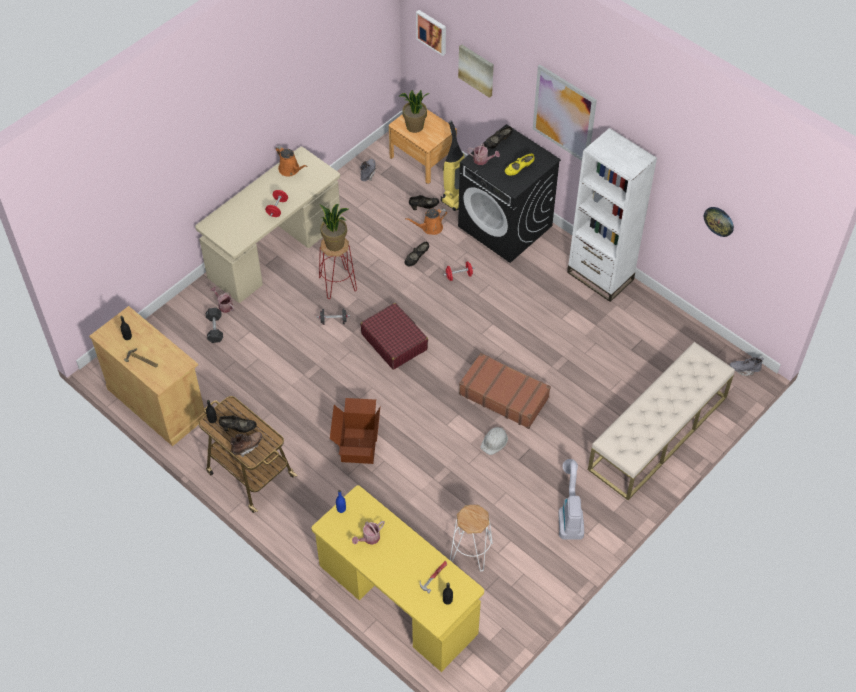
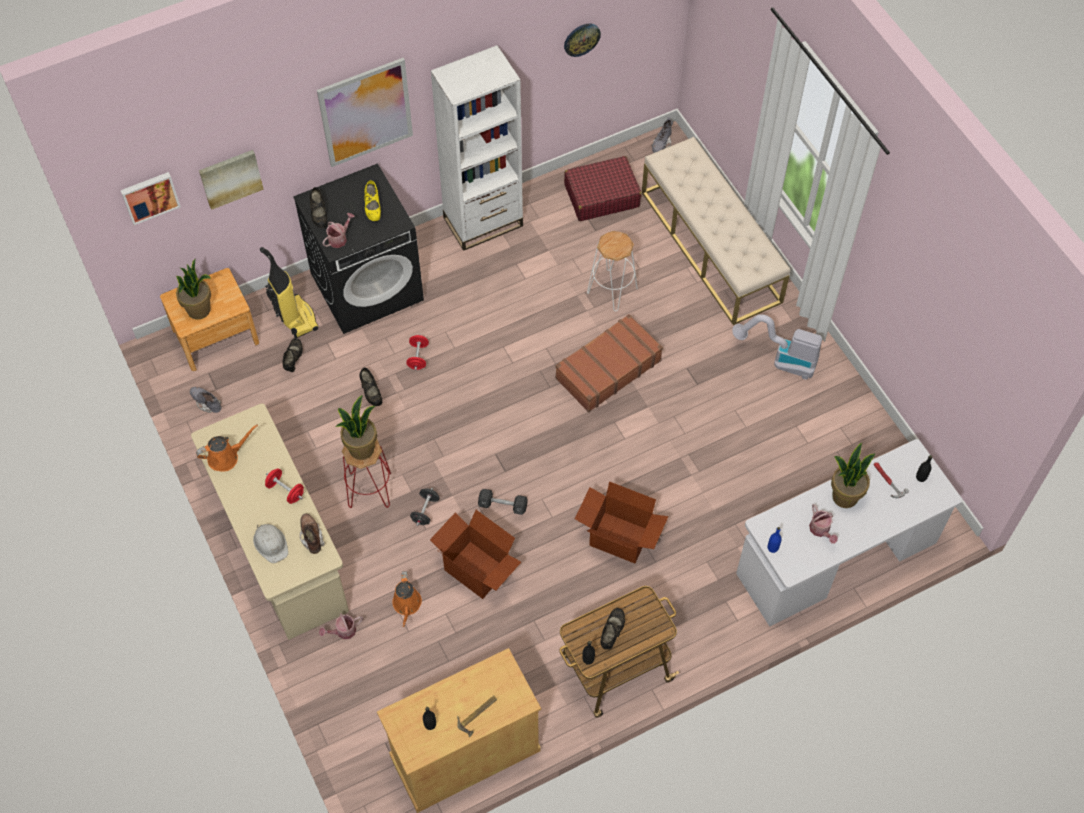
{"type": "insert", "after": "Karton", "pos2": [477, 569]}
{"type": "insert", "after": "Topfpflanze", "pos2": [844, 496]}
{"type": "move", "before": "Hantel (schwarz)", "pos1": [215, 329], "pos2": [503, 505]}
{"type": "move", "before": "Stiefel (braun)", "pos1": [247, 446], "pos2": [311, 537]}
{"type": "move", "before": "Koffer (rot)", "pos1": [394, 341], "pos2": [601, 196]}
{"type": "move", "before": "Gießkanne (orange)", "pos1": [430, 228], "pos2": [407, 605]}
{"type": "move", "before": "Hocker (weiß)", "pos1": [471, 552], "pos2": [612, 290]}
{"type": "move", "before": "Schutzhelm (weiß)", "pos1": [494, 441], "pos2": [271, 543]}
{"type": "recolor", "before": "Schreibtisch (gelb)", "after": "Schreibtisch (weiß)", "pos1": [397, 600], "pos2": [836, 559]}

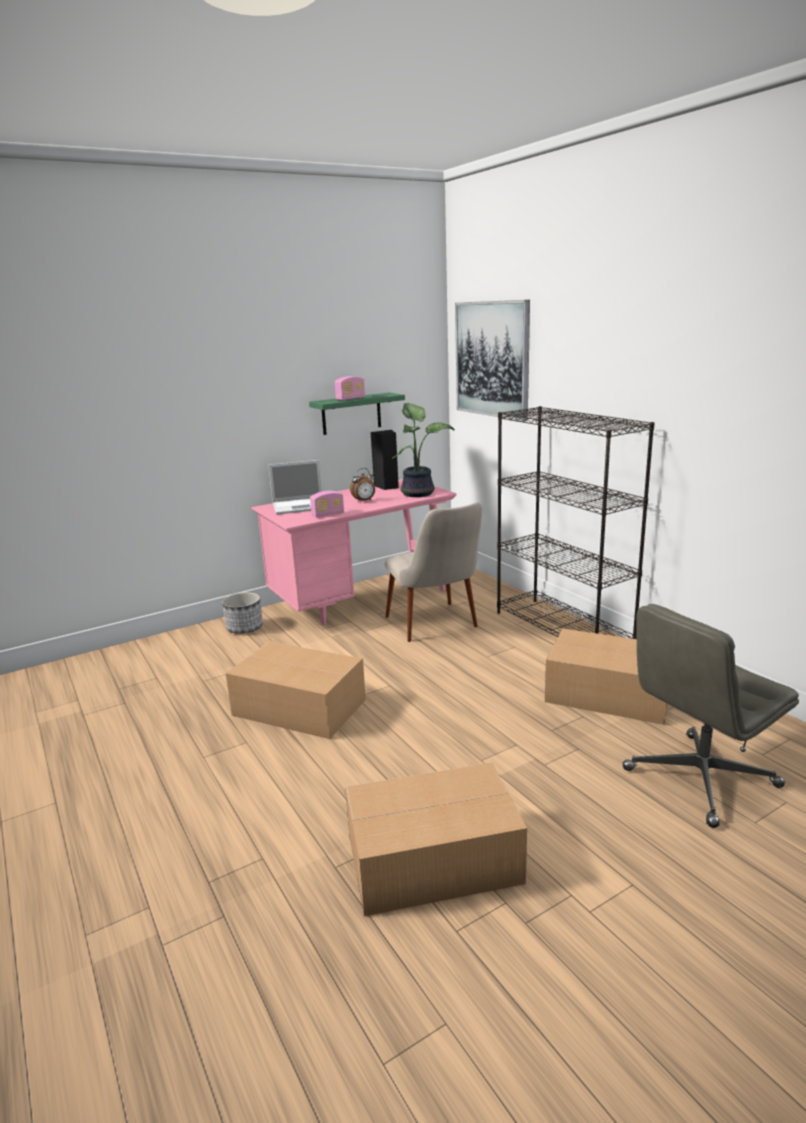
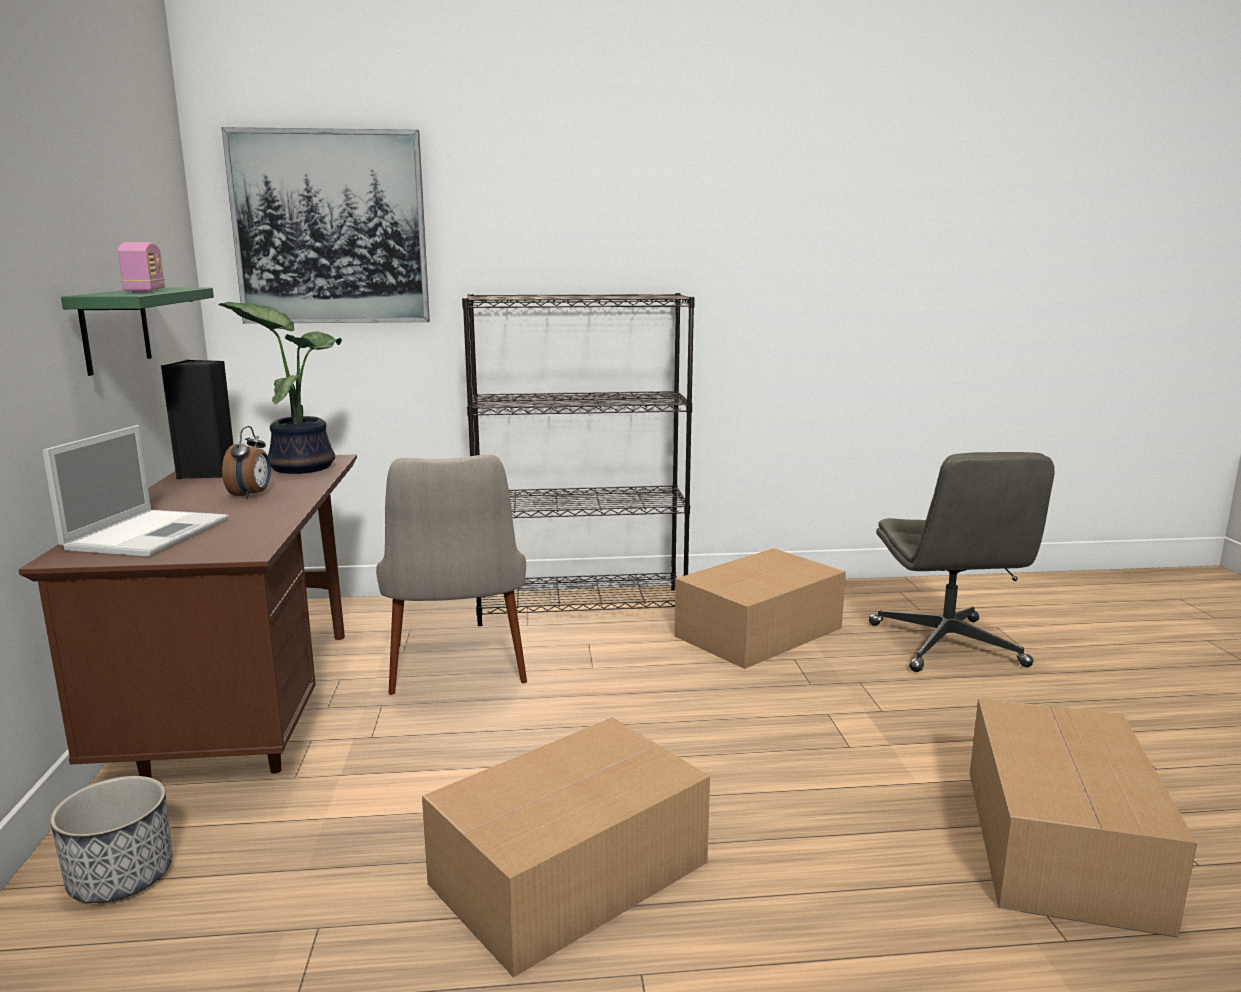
{"type": "delete", "before": "Radio", "pos1": [328, 514]}
{"type": "recolor", "before": "Schreibtisch (rosa)", "after": "Schreibtisch (braun)", "pos1": [361, 600], "pos2": [249, 709]}
{"type": "rotate", "before": "Stuhl (beige)", "pos1": [437, 628], "pos2": [458, 676], "turn": 75}

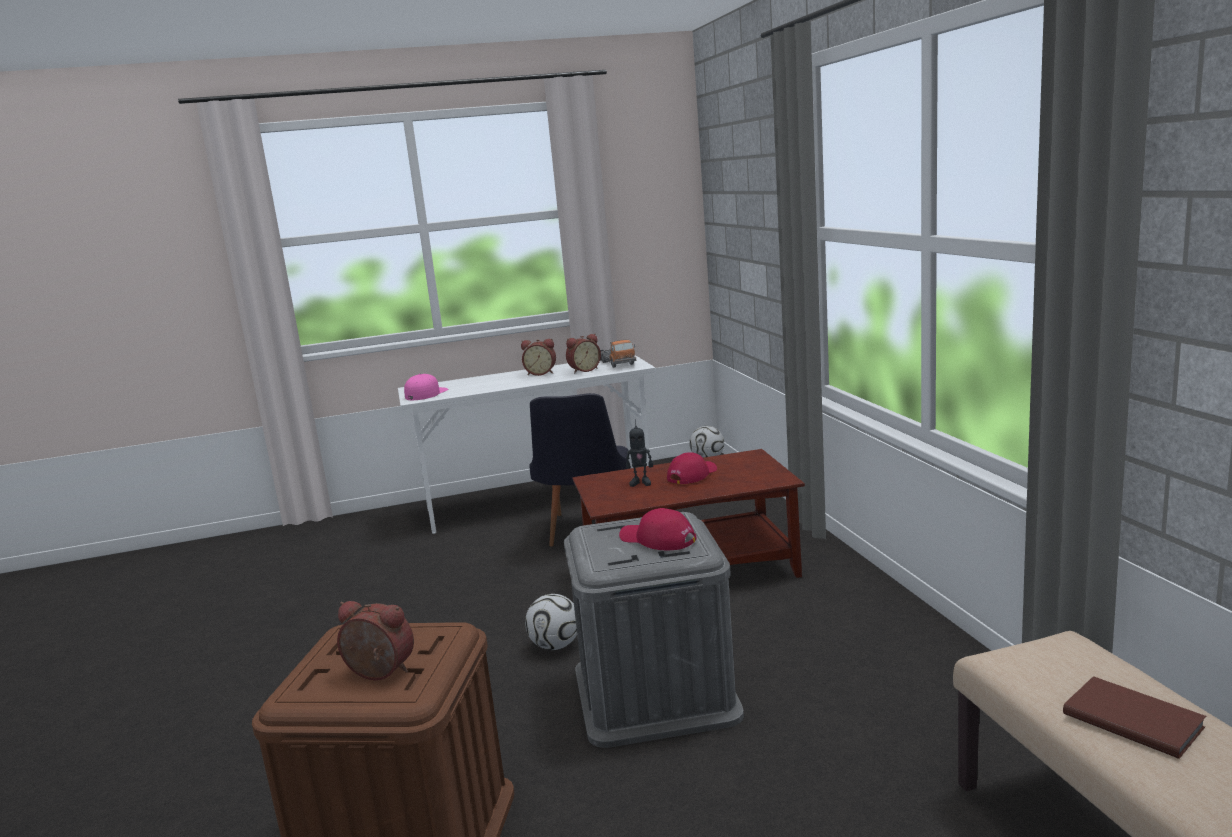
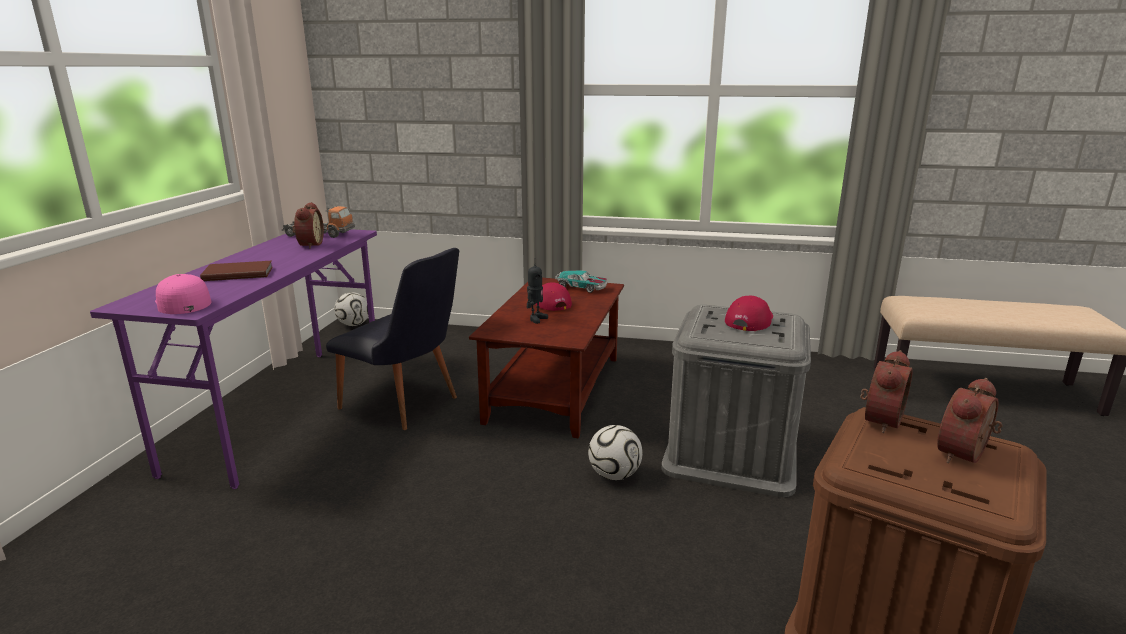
{"type": "insert", "after": "Spielzeugauto", "pos2": [581, 287]}
{"type": "move", "before": "Wecker", "pos1": [541, 373], "pos2": [878, 420]}
{"type": "move", "before": "Buch (braun)", "pos1": [1132, 719], "pos2": [237, 273]}
{"type": "recolor", "before": "Schreibtisch (weiß)", "after": "Schreibtisch (lila)", "pos1": [540, 501], "pos2": [284, 409]}
{"type": "rotate", "before": "Kappe (rot)", "pos1": [657, 539], "pos2": [750, 320], "turn": 150}

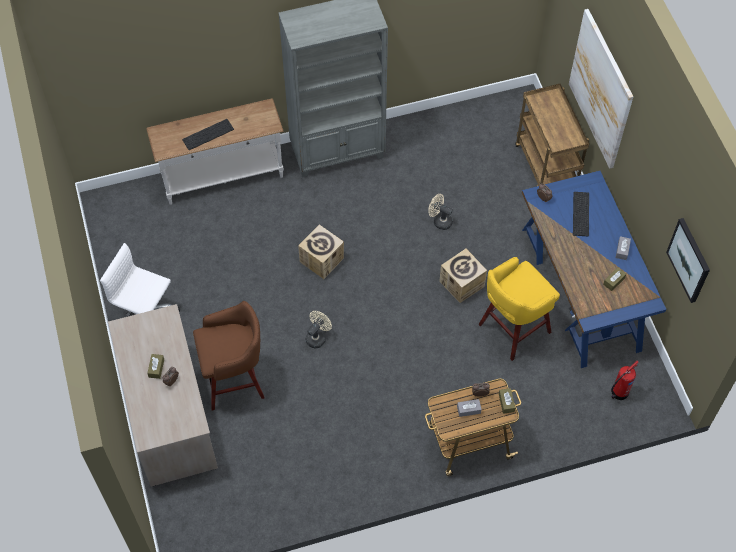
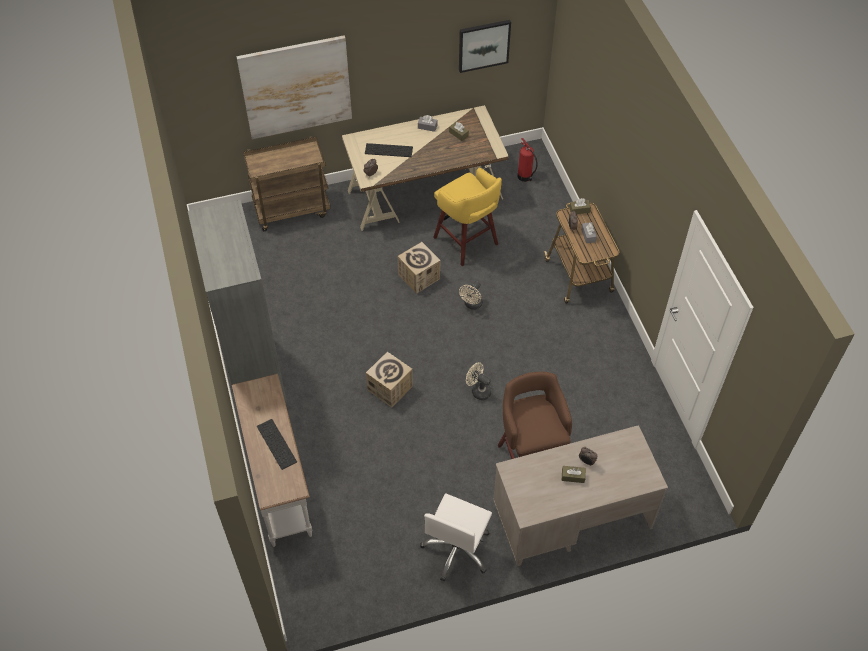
{"type": "move", "before": "Ventilator (beige)", "pos1": [439, 221], "pos2": [472, 305]}
{"type": "recolor", "before": "Schreibtisch (blau)", "after": "Schreibtisch (beige)", "pos1": [581, 289], "pos2": [425, 194]}

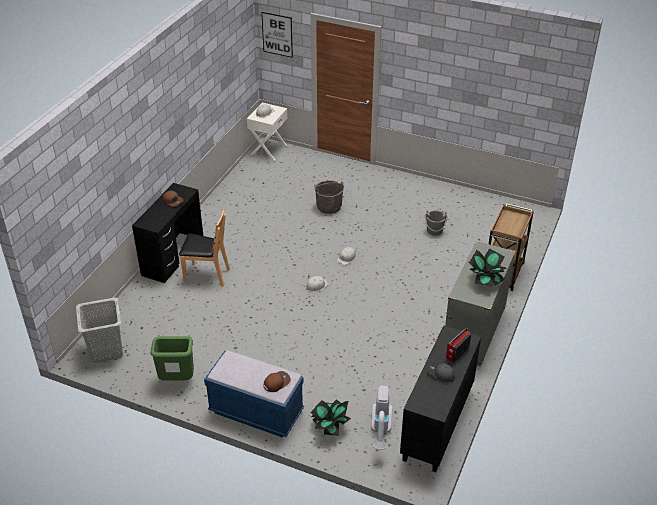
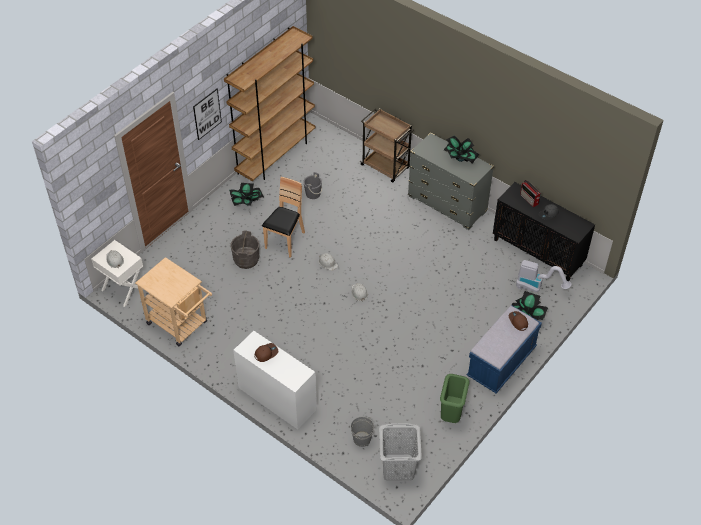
{"type": "insert", "after": "Rollwagen (beige)", "pos2": [181, 325]}
{"type": "insert", "after": "Bücherregal (braun)", "pos2": [276, 155]}
{"type": "insert", "after": "Topfpflanze", "pos2": [247, 203]}
{"type": "insert", "after": "Eimer (grau)", "pos2": [362, 439]}
{"type": "move", "before": "Stuhl (braun)", "pos1": [206, 275], "pos2": [285, 241]}
{"type": "move", "before": "Bild", "pos1": [277, 34], "pos2": [207, 114]}
{"type": "recolor", "before": "Schreibtisch (schwarz)", "after": "Schreibtisch (weiß)", "pos1": [172, 256], "pos2": [277, 398]}

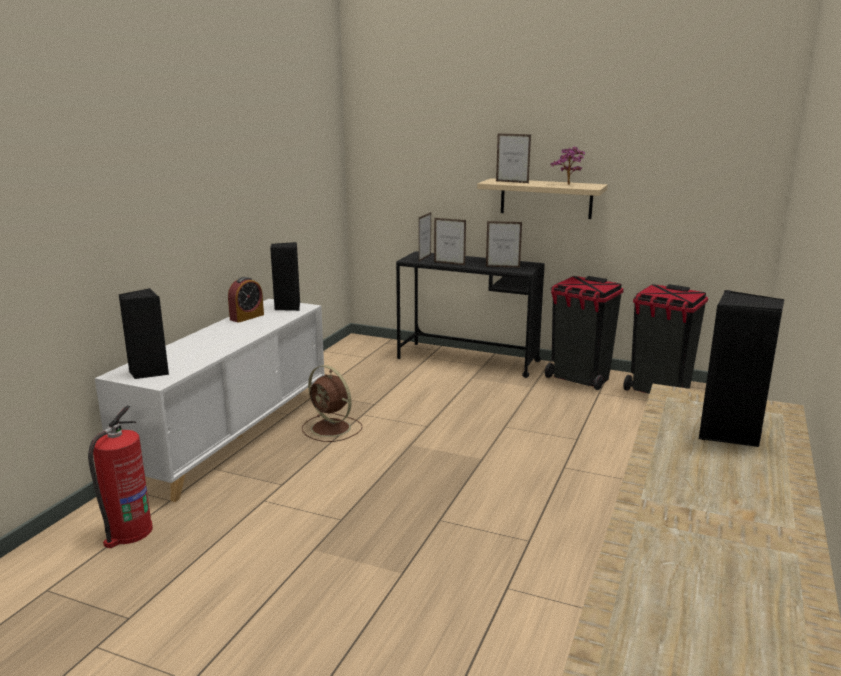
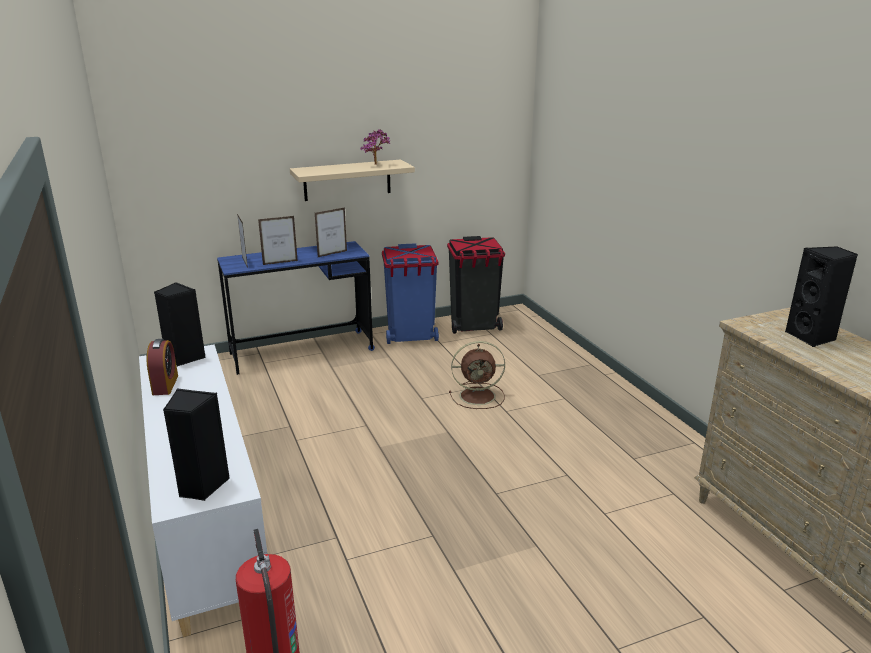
{"type": "delete", "before": "Bilderrahmen", "pos1": [512, 182]}
{"type": "move", "before": "Ventilator (braun)", "pos1": [332, 428], "pos2": [479, 396]}
{"type": "recolor", "before": "Schreibtisch (schwarz)", "after": "Schreibtisch (blau)", "pos1": [468, 360], "pos2": [302, 352]}
{"type": "recolor", "before": "Mülleimer (schwarz)", "after": "Mülleimer (blau)", "pos1": [579, 379], "pos2": [411, 336]}

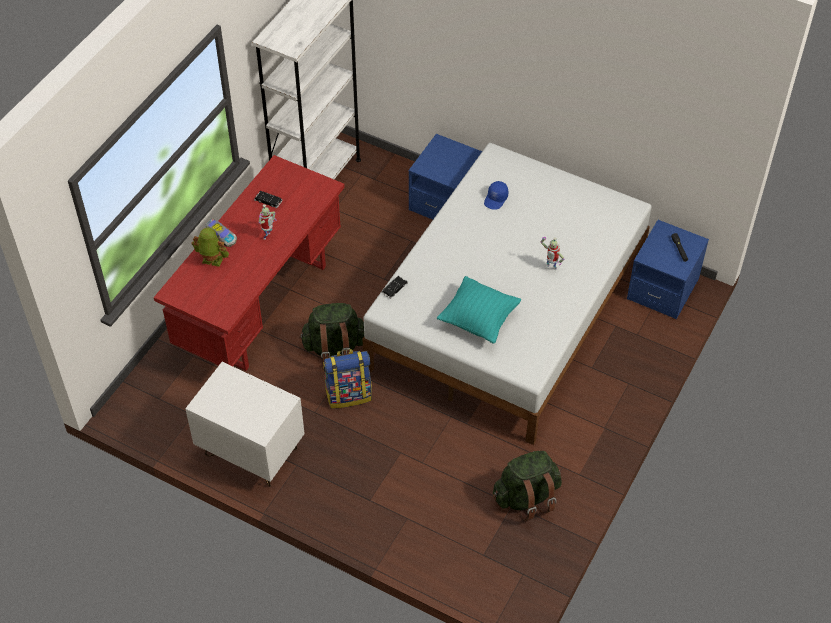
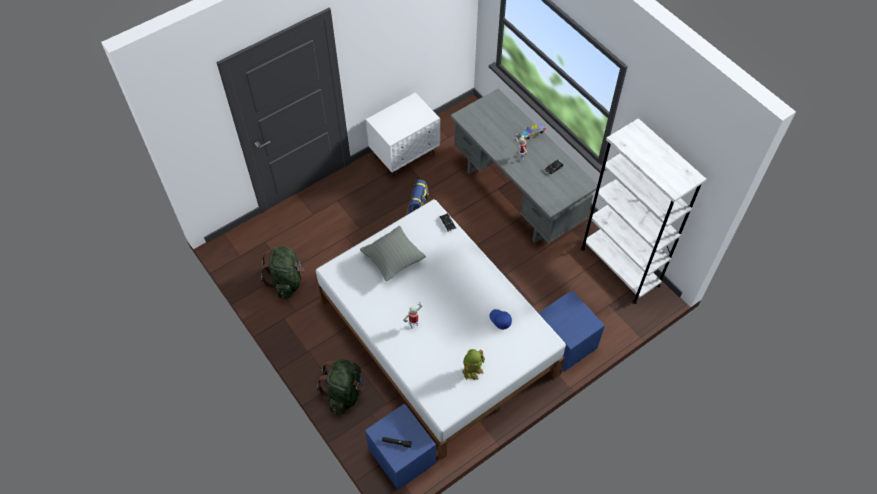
{"type": "move", "before": "Spielzeugroboter", "pos1": [211, 261], "pos2": [472, 370]}
{"type": "move", "before": "Rucksack (grün)", "pos1": [334, 348], "pos2": [344, 393]}
{"type": "recolor", "before": "Schreibtisch (rot)", "after": "Schreibtisch (grau)", "pos1": [261, 304], "pos2": [518, 196]}
{"type": "recolor", "before": "Kissen (türkis)", "after": "Kissen (grau)", "pos1": [478, 320], "pos2": [393, 260]}

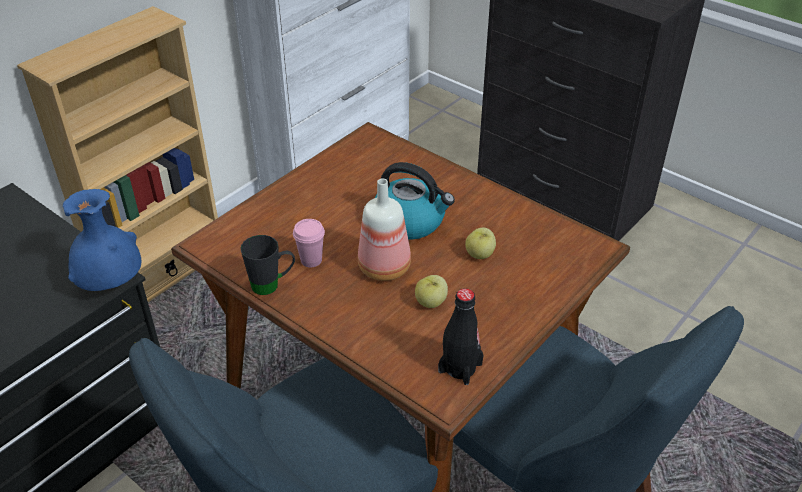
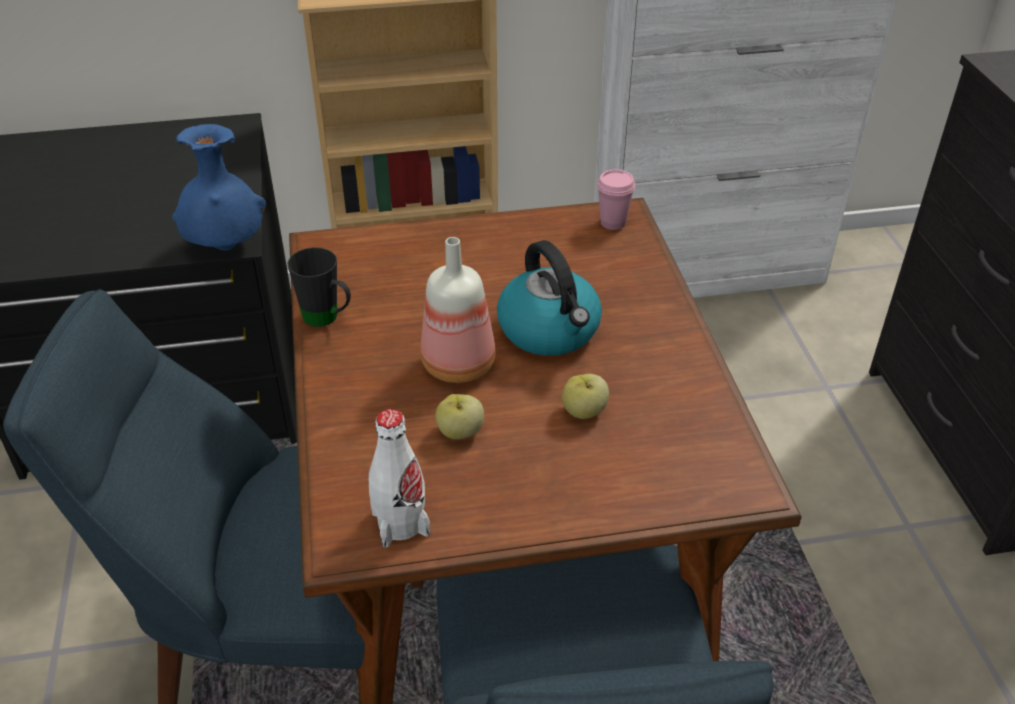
{"type": "move", "before": "Tasse (rosa)", "pos1": [311, 260], "pos2": [613, 222]}
{"type": "recolor", "before": "Flasche (schwarz)", "after": "Flasche (weiß)", "pos1": [460, 367], "pos2": [400, 523]}

